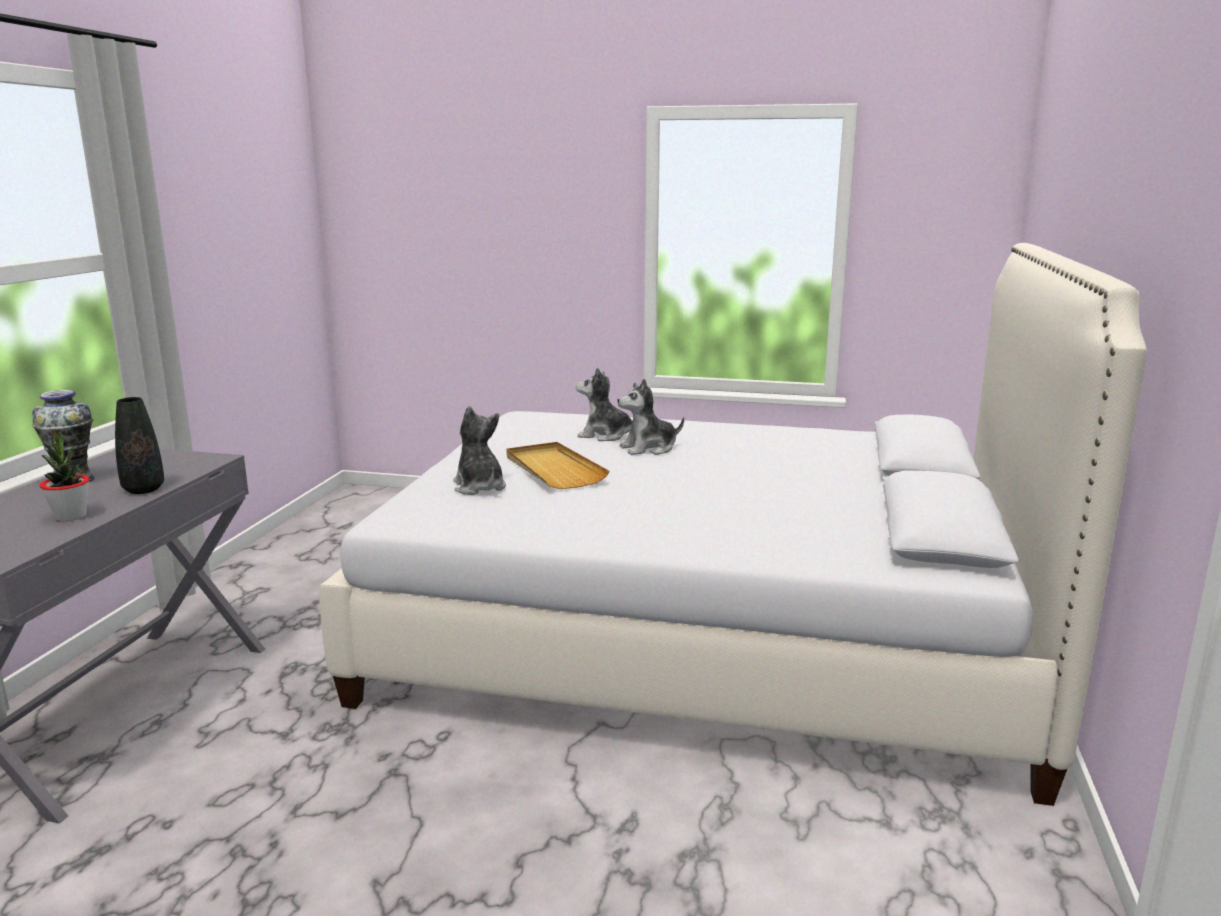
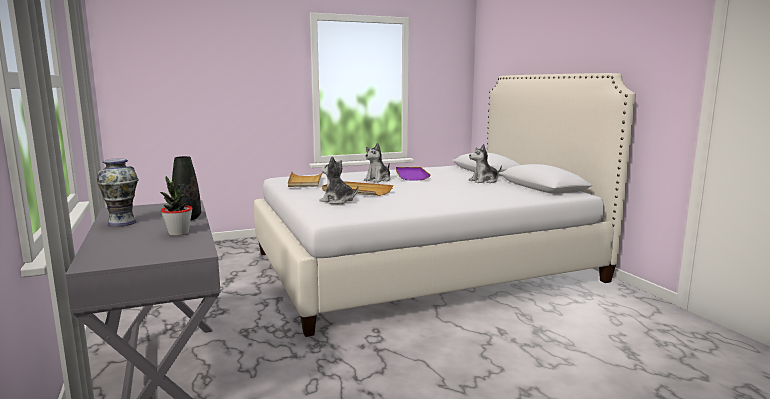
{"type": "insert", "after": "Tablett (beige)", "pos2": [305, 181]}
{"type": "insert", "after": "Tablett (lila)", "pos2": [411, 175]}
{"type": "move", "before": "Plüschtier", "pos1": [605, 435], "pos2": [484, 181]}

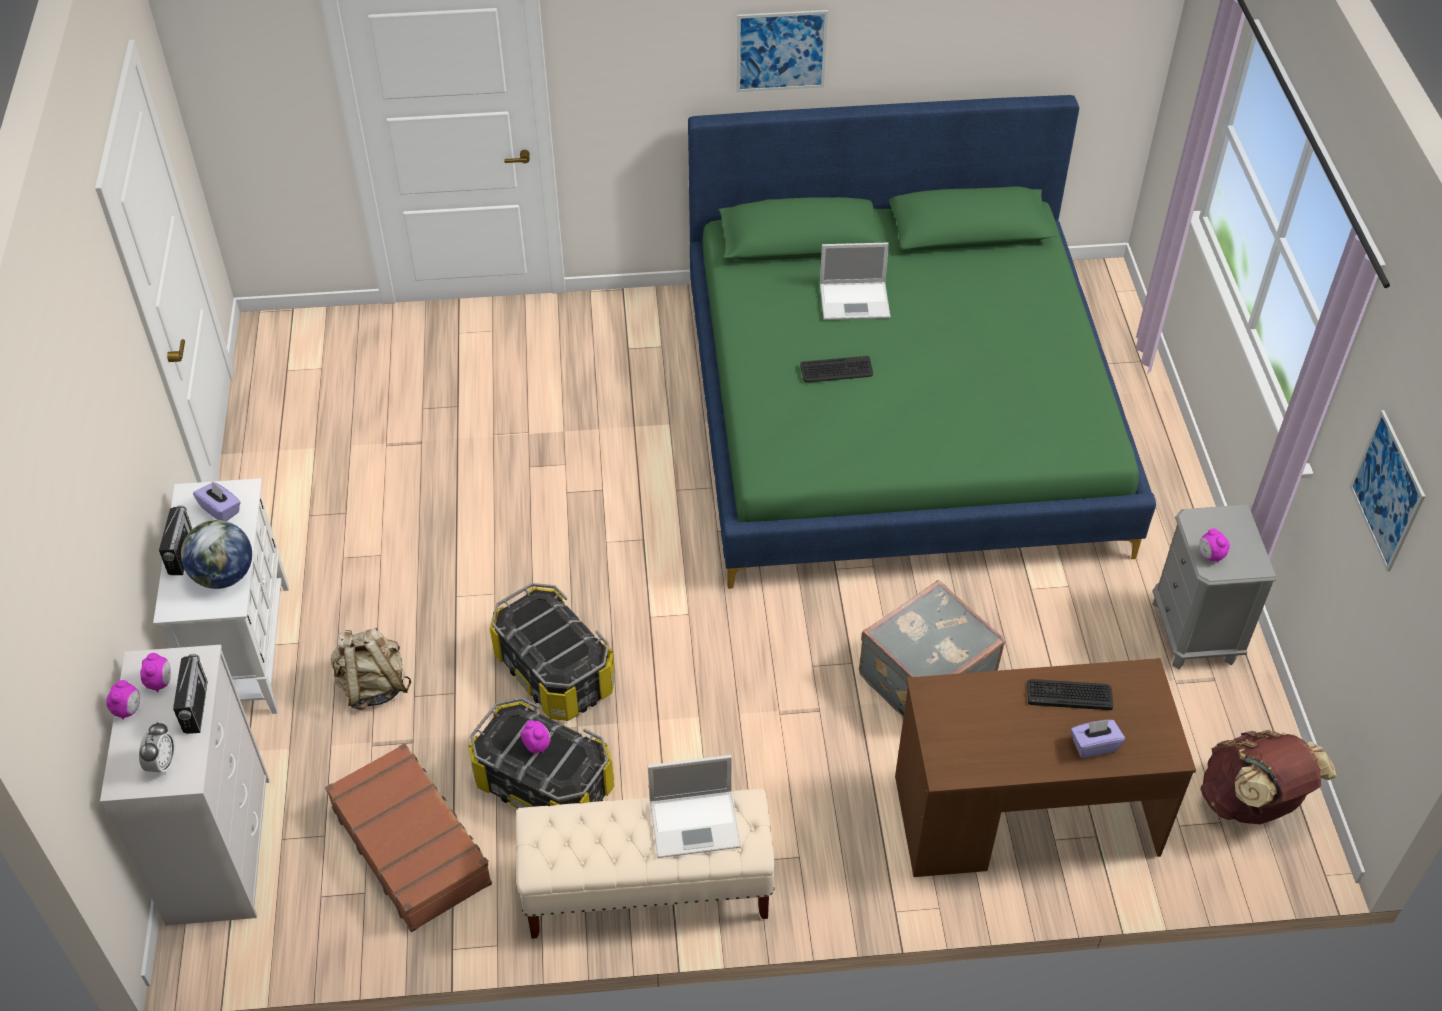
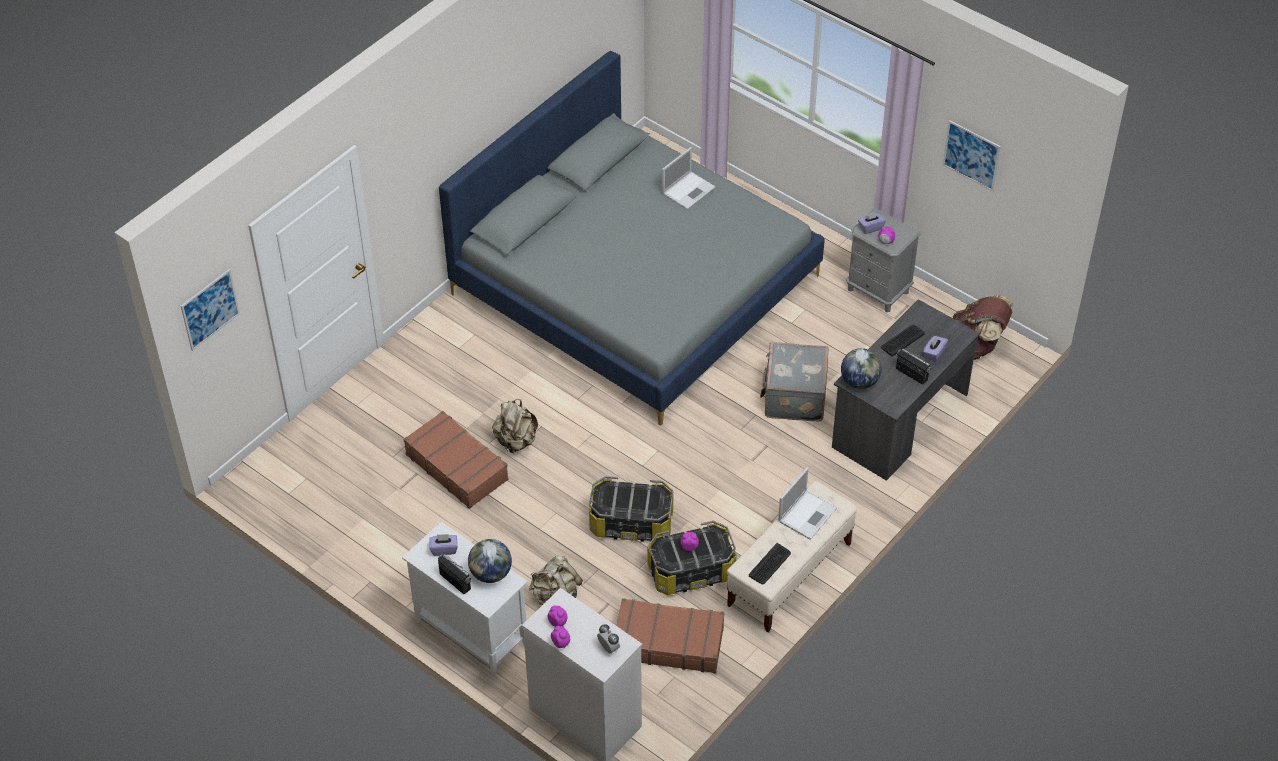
{"type": "insert", "after": "Koffer (braun)", "pos2": [457, 466]}
{"type": "insert", "after": "Rucksack (beige)", "pos2": [516, 441]}
{"type": "insert", "after": "Globus", "pos2": [859, 381]}
{"type": "insert", "after": "Taschentuchbox (lila)", "pos2": [870, 228]}
{"type": "move", "before": "Radio", "pos1": [195, 707], "pos2": [911, 374]}
{"type": "move", "before": "Bild", "pos1": [781, 51], "pos2": [210, 309]}
{"type": "move", "before": "Tastatur", "pos1": [836, 370], "pos2": [770, 564]}
{"type": "move", "before": "Laptop", "pos1": [856, 301], "pos2": [689, 190]}
{"type": "recolor", "before": "Bett (grün)", "after": "Bett (grau)", "pos1": [898, 415], "pos2": [635, 284]}
{"type": "recolor", "before": "Schreibtisch (braun)", "after": "Schreibtisch (grau)", "pos1": [1024, 815], "pos2": [899, 421]}

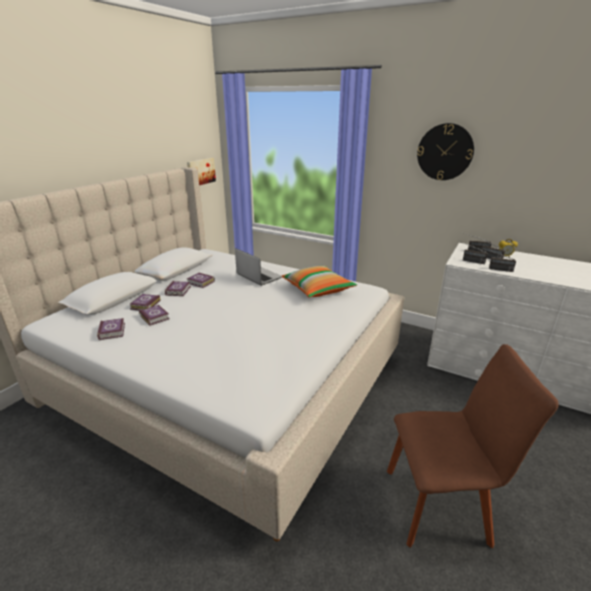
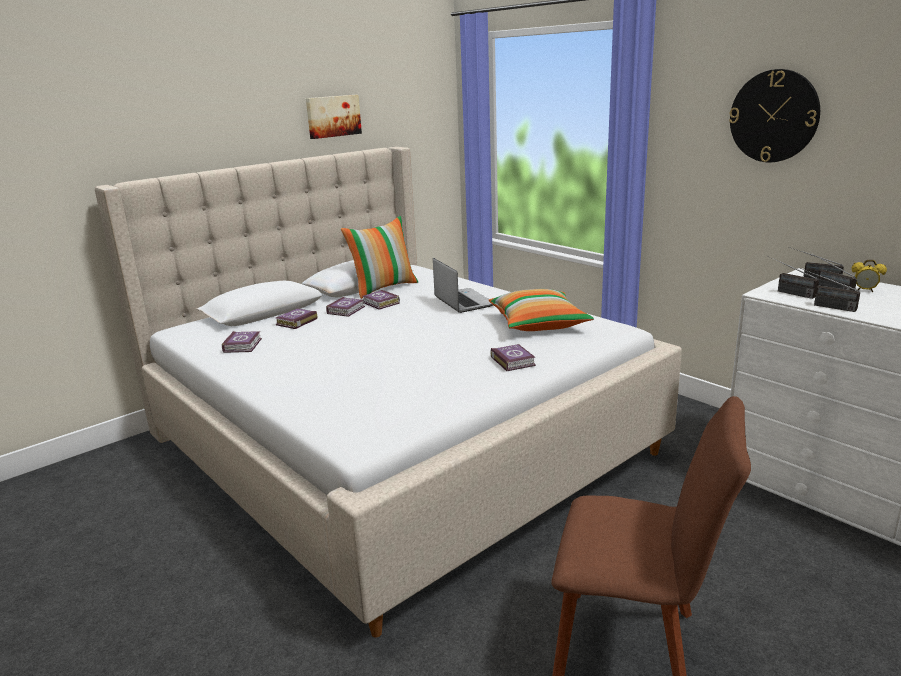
{"type": "insert", "after": "Kissen", "pos2": [383, 288]}
{"type": "move", "before": "Buch", "pos1": [155, 317], "pos2": [513, 361]}
{"type": "move", "before": "Bild", "pos1": [200, 172], "pos2": [333, 116]}

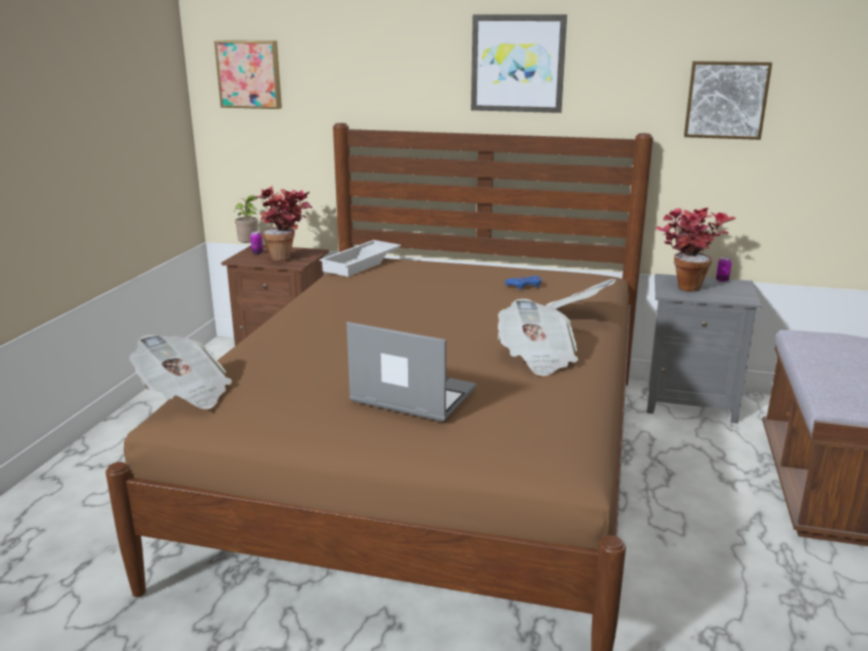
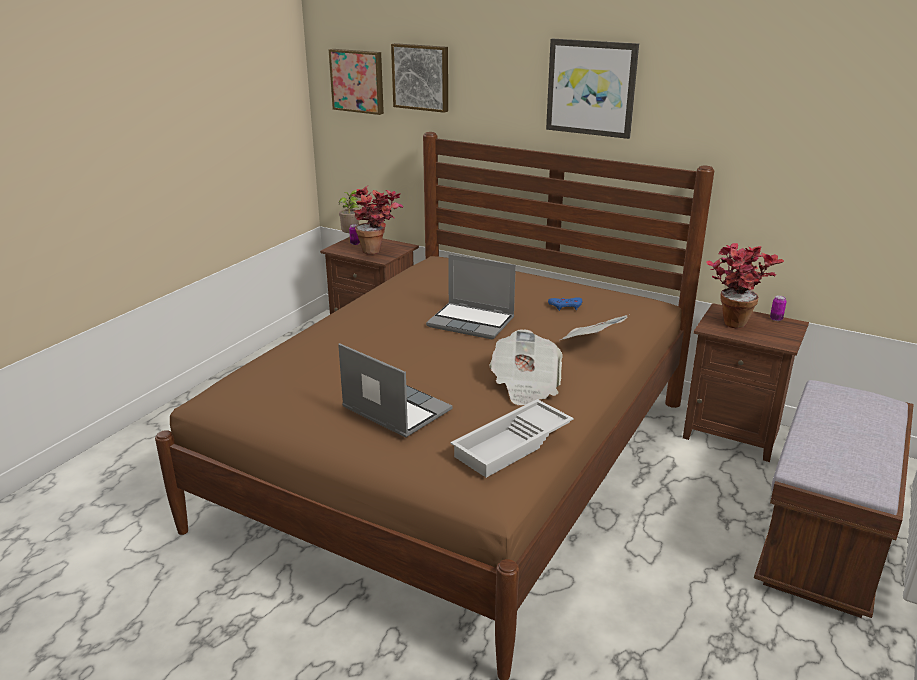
{"type": "delete", "before": "Zeitung", "pos1": [185, 393]}
{"type": "insert", "after": "Laptop", "pos2": [472, 322]}
{"type": "move", "before": "Tablett (weiß)", "pos1": [362, 263], "pos2": [513, 445]}
{"type": "move", "before": "Bild", "pos1": [726, 100], "pos2": [421, 77]}
{"type": "recolor", "before": "Nachttisch (grau)", "after": "Nachttisch (braun)", "pos1": [689, 402], "pos2": [732, 433]}

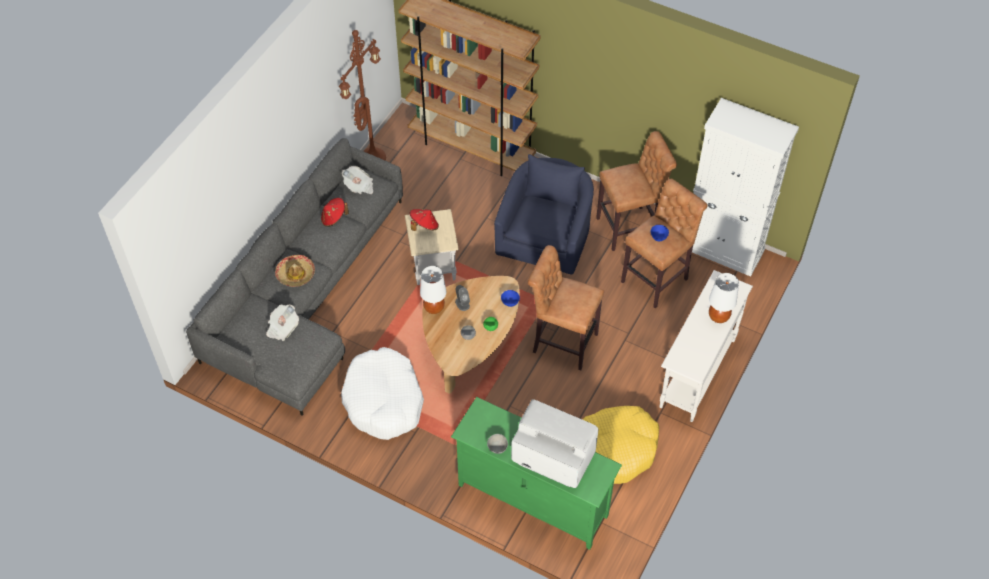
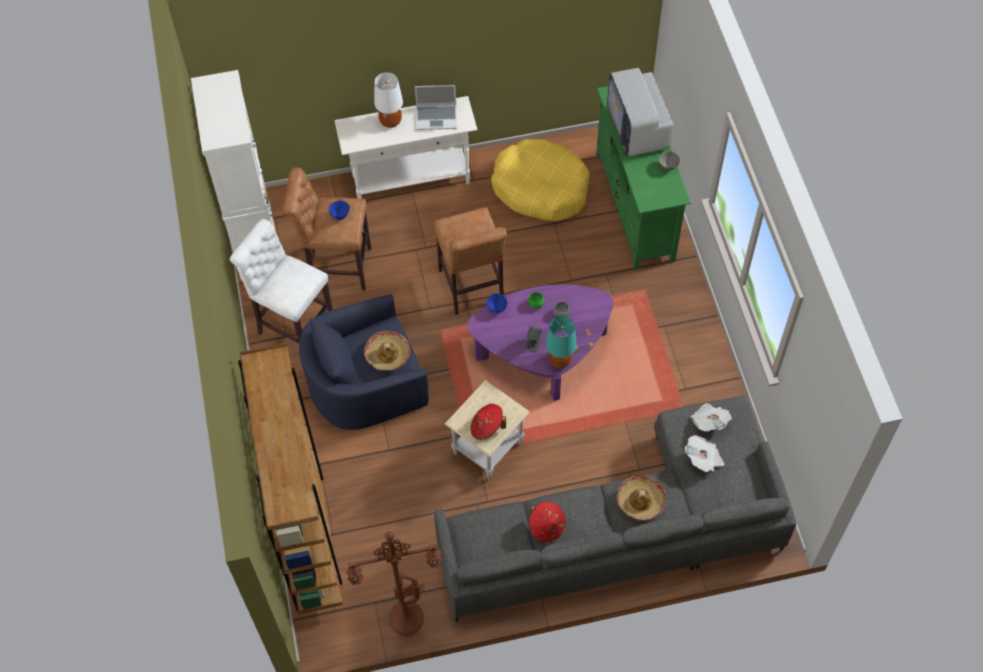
{"type": "delete", "before": "Hundebett (weiß)", "pos1": [384, 400]}
{"type": "insert", "after": "Hut", "pos2": [388, 354]}
{"type": "insert", "after": "Laptop", "pos2": [437, 117]}
{"type": "move", "before": "Zeitung", "pos1": [359, 186], "pos2": [709, 421]}
{"type": "recolor", "before": "Tischlampe (weiß)", "after": "Tischlampe (türkis)", "pos1": [434, 308], "pos2": [560, 361]}
{"type": "recolor", "before": "Couchtisch (braun)", "after": "Couchtisch (lila)", "pos1": [470, 345], "pos2": [542, 352]}
{"type": "recolor", "before": "Hocker (braun)", "after": "Hocker (weiß)", "pos1": [630, 227], "pos2": [293, 325]}

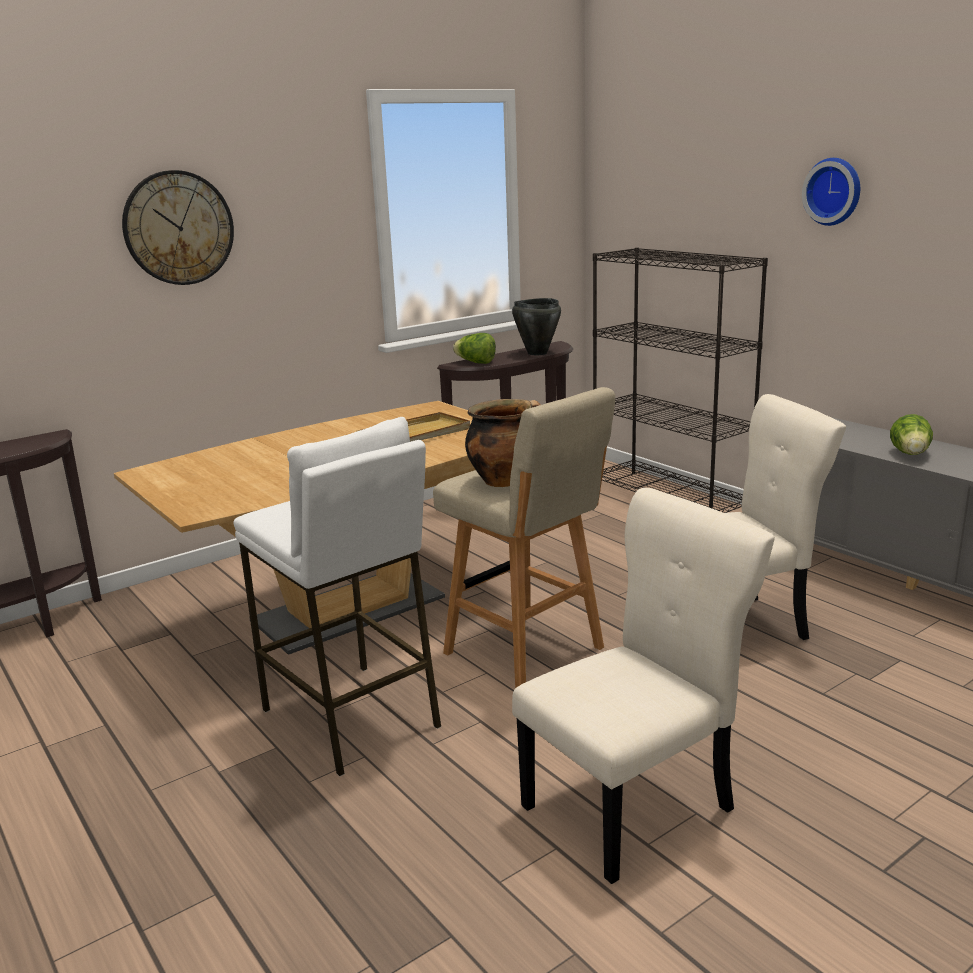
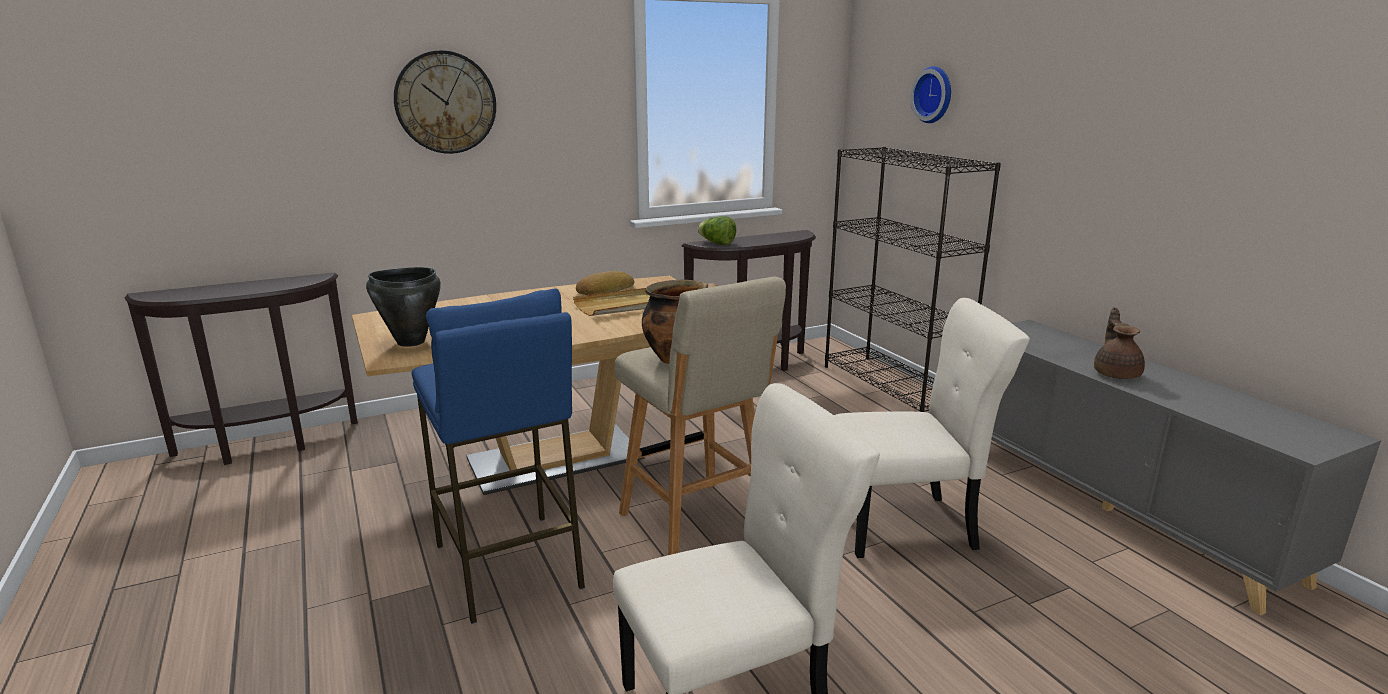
{"type": "insert", "after": "Brot", "pos2": [604, 290]}
{"type": "move", "before": "Kochtopf (schwarz)", "pos1": [536, 353], "pos2": [410, 342]}
{"type": "move", "before": "Wanduhr", "pos1": [834, 191], "pos2": [934, 95]}
{"type": "replace", "before": "Salatkopf", "after": "Teekanne (braun)", "pos1": [910, 455], "pos2": [1116, 373]}
{"type": "recolor", "before": "Hocker (weiß)", "after": "Hocker (blau)", "pos1": [351, 718], "pos2": [508, 566]}

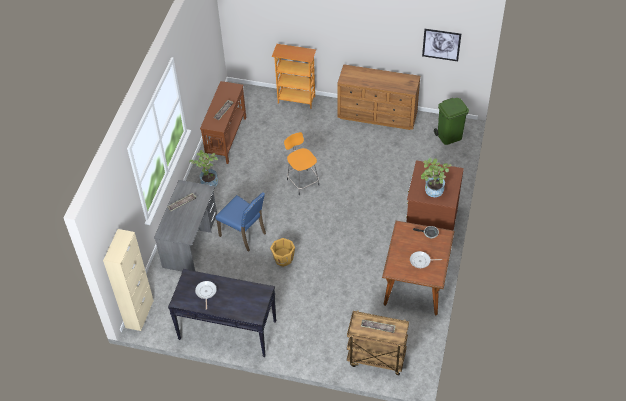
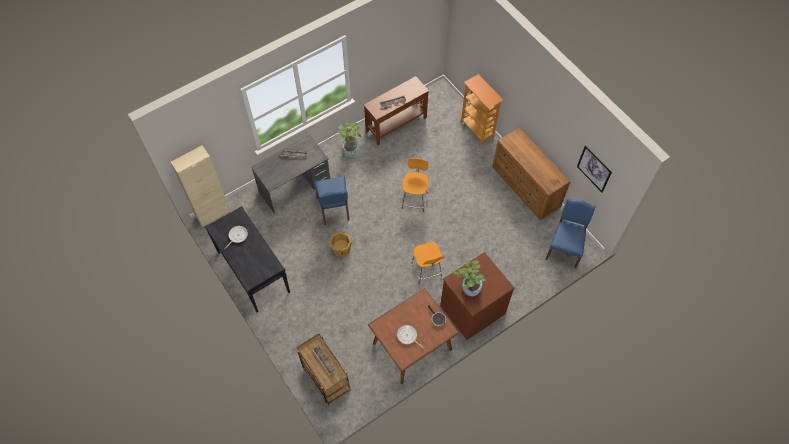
{"type": "insert", "after": "Hocker (orange)", "pos2": [426, 270]}
{"type": "replace", "before": "Mülleimer (grün)", "after": "Stuhl (blau)", "pos1": [449, 136], "pos2": [564, 248]}

